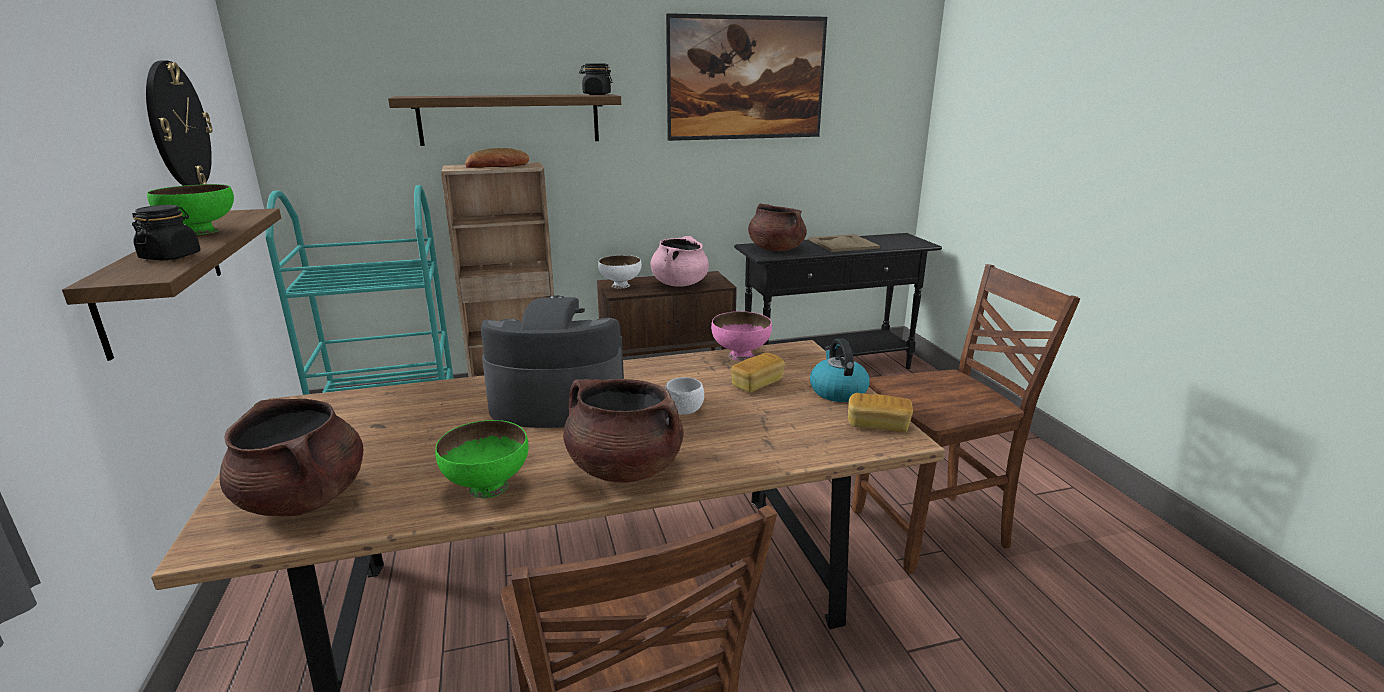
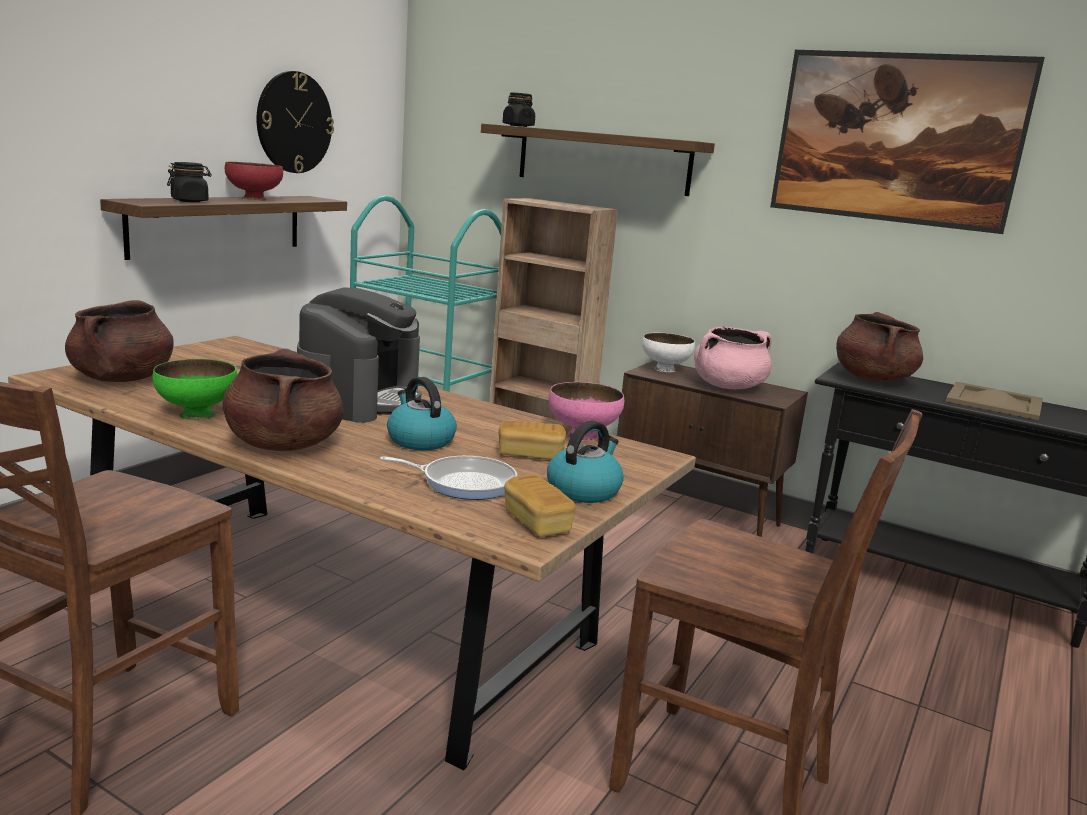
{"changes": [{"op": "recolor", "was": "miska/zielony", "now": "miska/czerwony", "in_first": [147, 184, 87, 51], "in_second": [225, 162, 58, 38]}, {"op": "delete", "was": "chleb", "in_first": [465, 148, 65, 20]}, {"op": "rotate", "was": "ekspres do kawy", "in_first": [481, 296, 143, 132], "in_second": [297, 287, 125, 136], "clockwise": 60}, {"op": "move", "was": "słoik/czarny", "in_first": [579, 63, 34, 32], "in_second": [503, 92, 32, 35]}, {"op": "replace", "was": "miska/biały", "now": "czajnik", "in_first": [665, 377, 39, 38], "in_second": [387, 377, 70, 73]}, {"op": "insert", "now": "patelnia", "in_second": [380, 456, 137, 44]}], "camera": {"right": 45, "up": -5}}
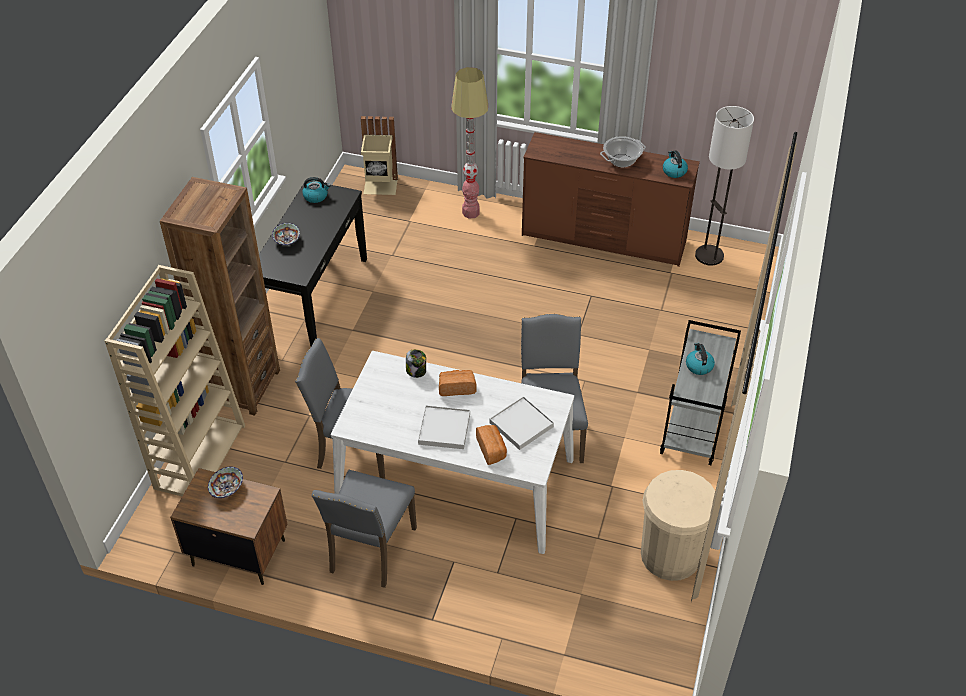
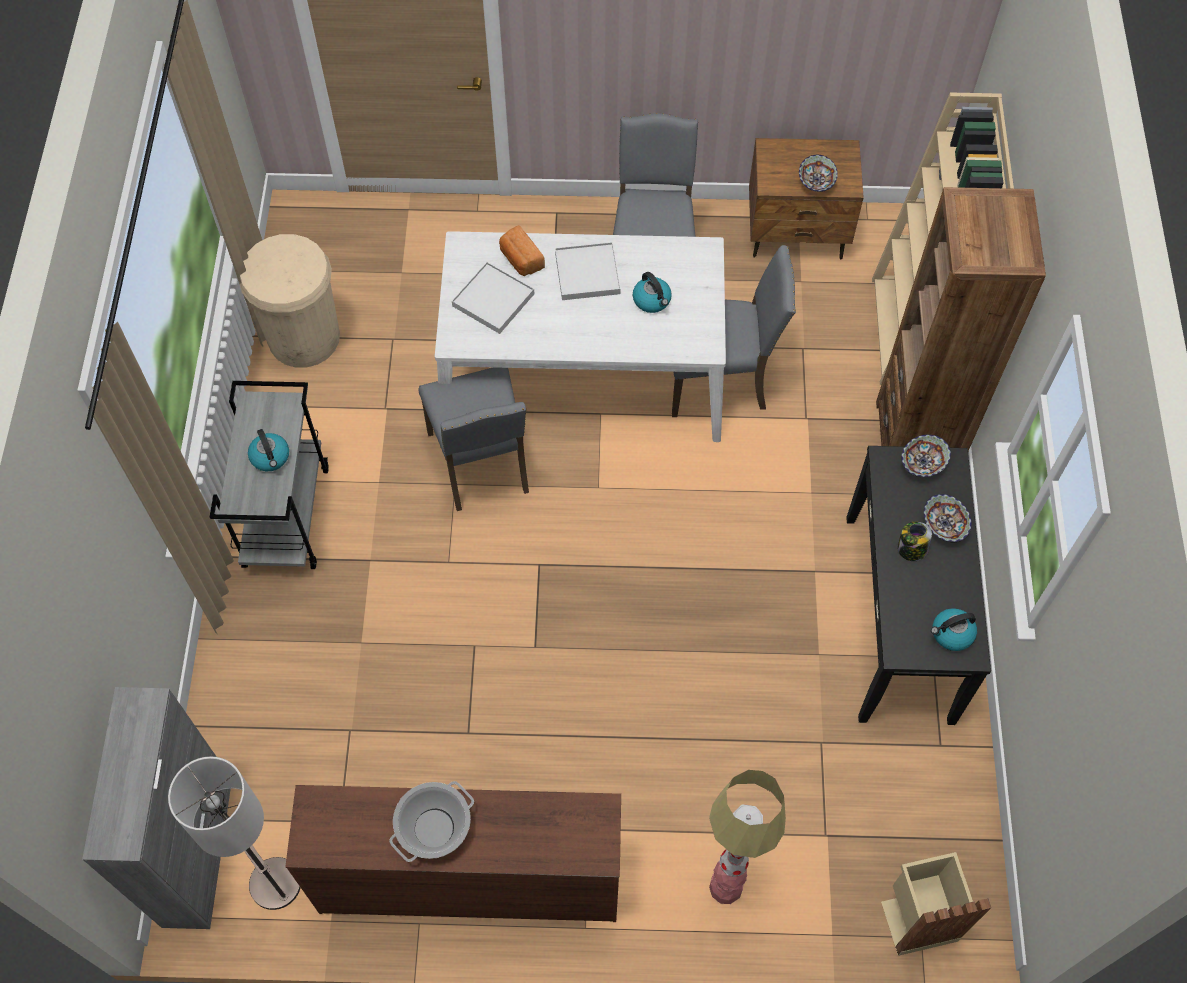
{"changes": [{"op": "move", "was": "słoik", "in_first": [406, 349, 20, 29], "in_second": [898, 522, 34, 39]}, {"op": "delete", "was": "chleb", "in_first": [439, 370, 37, 26]}, {"op": "move", "was": "czajnik", "in_first": [663, 150, 25, 28], "in_second": [633, 272, 39, 41]}, {"op": "insert", "now": "szafka/szary", "in_second": [82, 687, 149, 242]}, {"op": "insert", "now": "miska", "in_second": [901, 434, 50, 43]}], "camera": {"right": 165, "up": 15}}
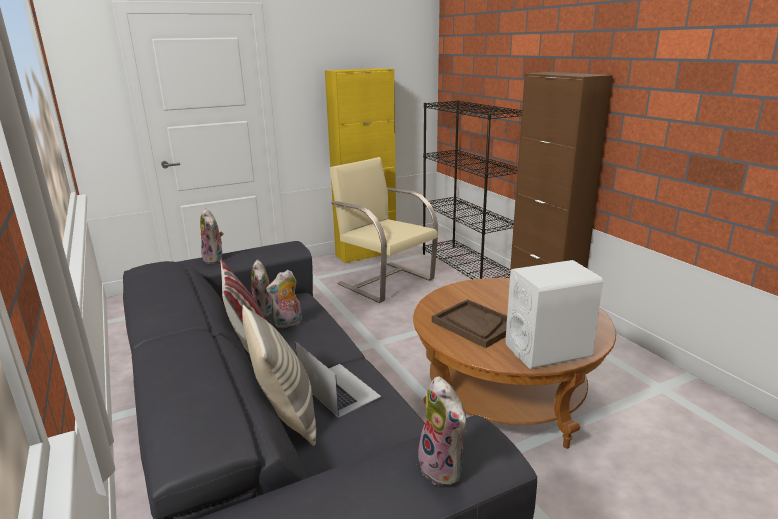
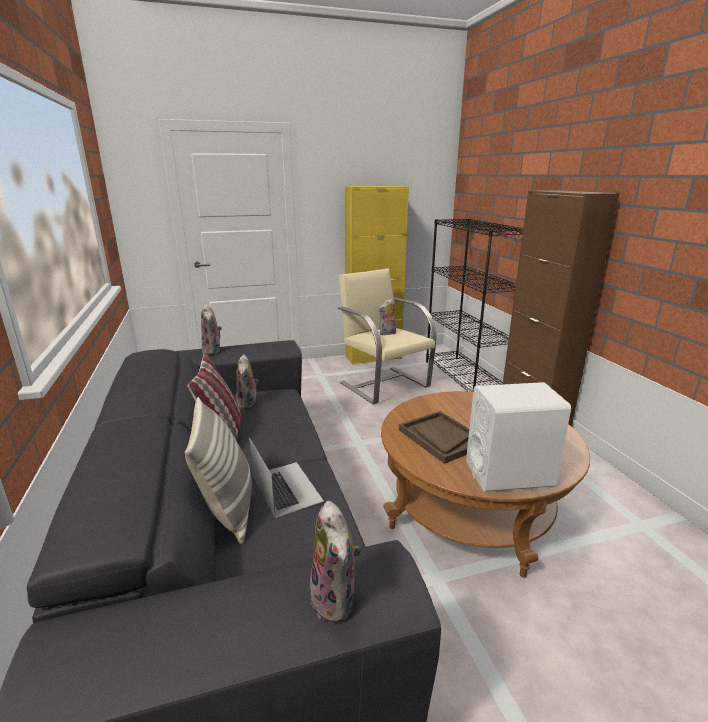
{"changes": [{"op": "move", "was": "pluszak", "in_first": [266, 270, 36, 58], "in_second": [378, 299, 18, 36]}], "camera": {"right": 10, "up": 0}}
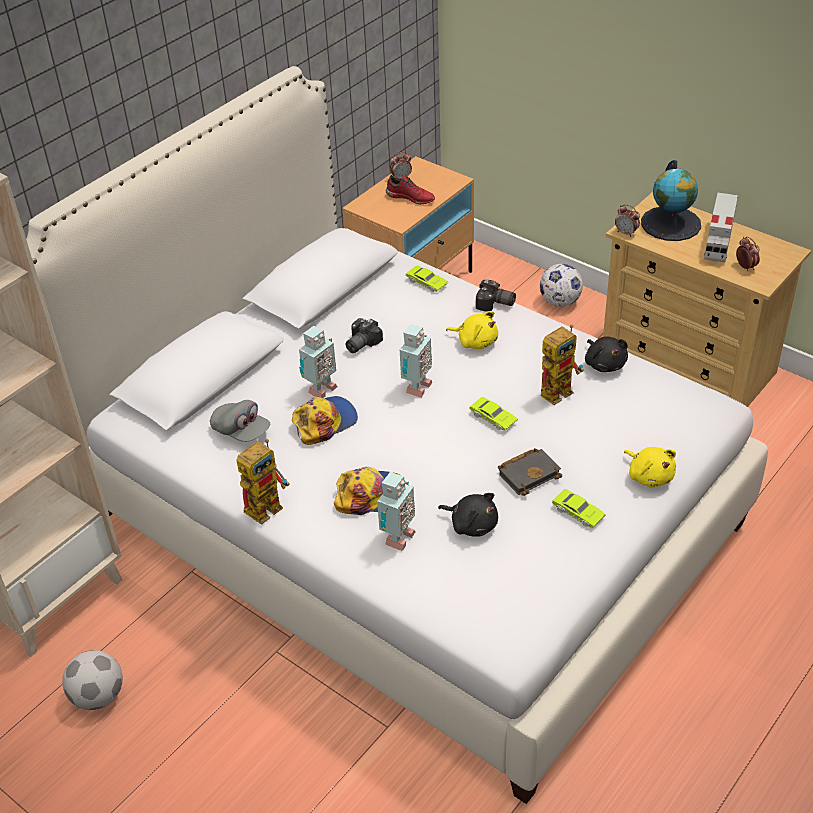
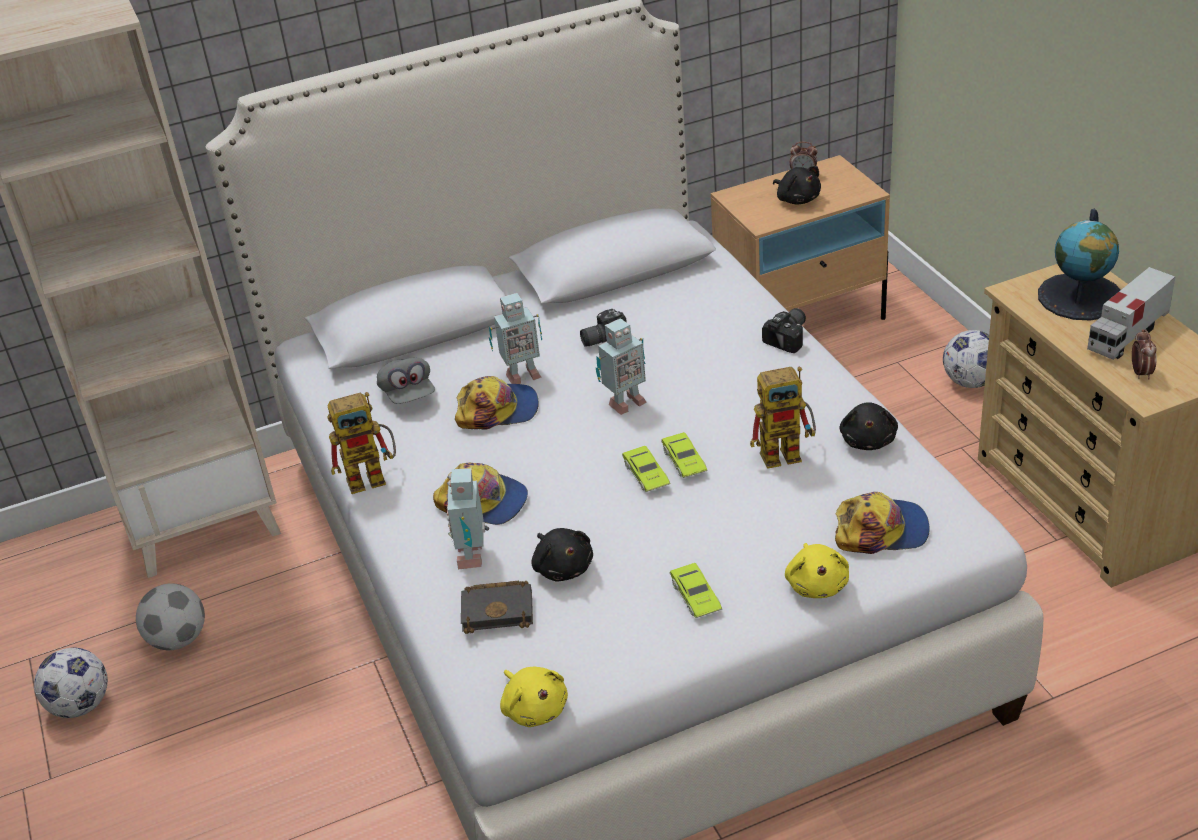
{"changes": [{"op": "rotate", "was": "robot zabawkowy", "in_first": [377, 472, 38, 79], "in_second": [446, 468, 43, 102], "clockwise": 120}, {"op": "replace", "was": "but/czerwony", "now": "pluszak/czarny", "in_first": [386, 175, 49, 30], "in_second": [773, 166, 48, 38]}, {"op": "move", "was": "samochodzik/zielony", "in_first": [406, 266, 42, 26], "in_second": [622, 446, 48, 46]}, {"op": "move", "was": "pluszak/żółty", "in_first": [446, 311, 52, 38], "in_second": [500, 667, 68, 60]}, {"op": "rotate", "was": "aparat fotograficzny", "in_first": [476, 279, 40, 32], "in_second": [762, 308, 44, 45], "clockwise": -105}, {"op": "move", "was": "książka/czarny", "in_first": [498, 448, 64, 48], "in_second": [461, 581, 72, 53]}, {"op": "delete", "was": "budzik", "in_first": [615, 204, 25, 33]}, {"op": "insert", "now": "piłka futbolowa", "in_second": [34, 647, 74, 71]}, {"op": "insert", "now": "czapka z daszkiem", "in_second": [835, 492, 95, 62]}], "camera": {"right": 30, "up": -5}}
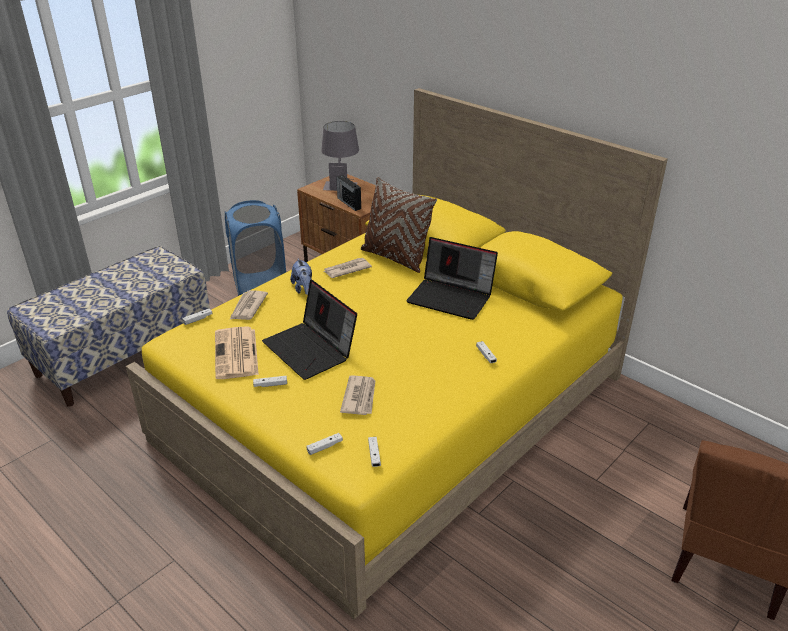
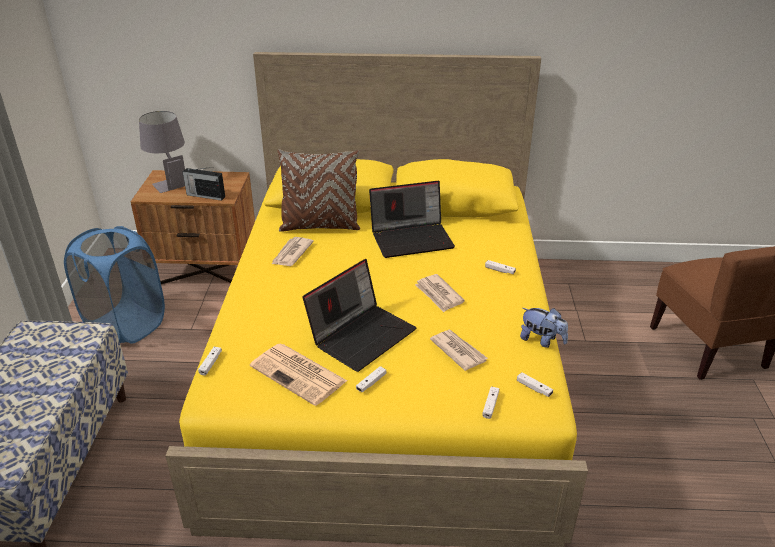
{"changes": [{"op": "move", "was": "gazeta", "in_first": [230, 290, 38, 30], "in_second": [415, 274, 50, 38]}, {"op": "rotate", "was": "laptop", "in_first": [262, 280, 95, 100], "in_second": [303, 259, 113, 113], "clockwise": -60}, {"op": "move", "was": "pluszak", "in_first": [290, 258, 22, 37], "in_second": [520, 308, 48, 40]}], "camera": {"right": -40, "up": 0}}
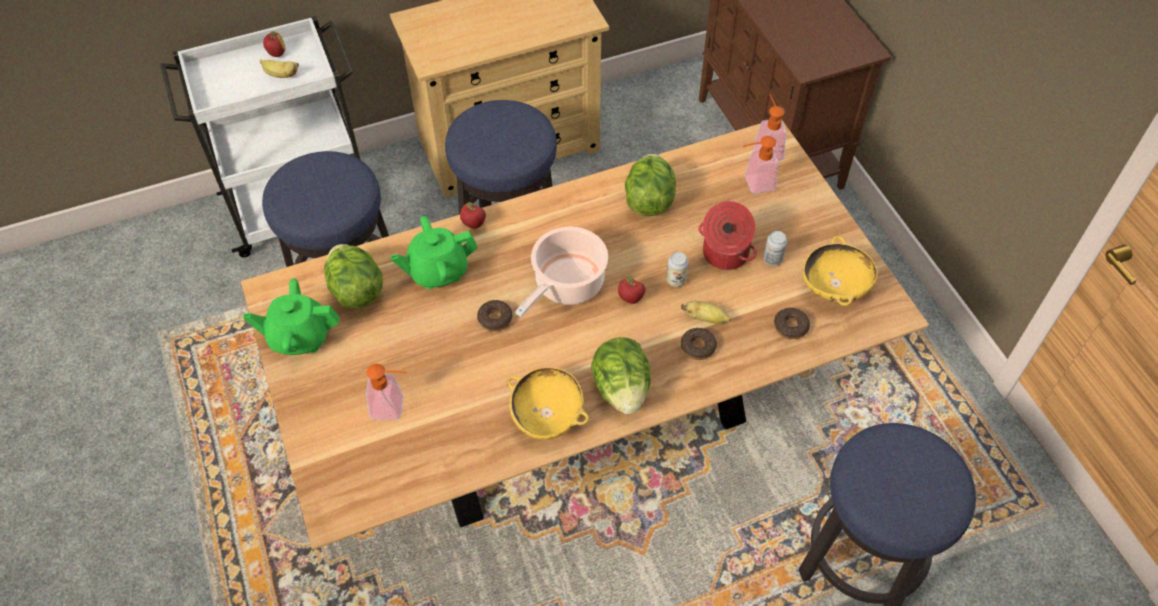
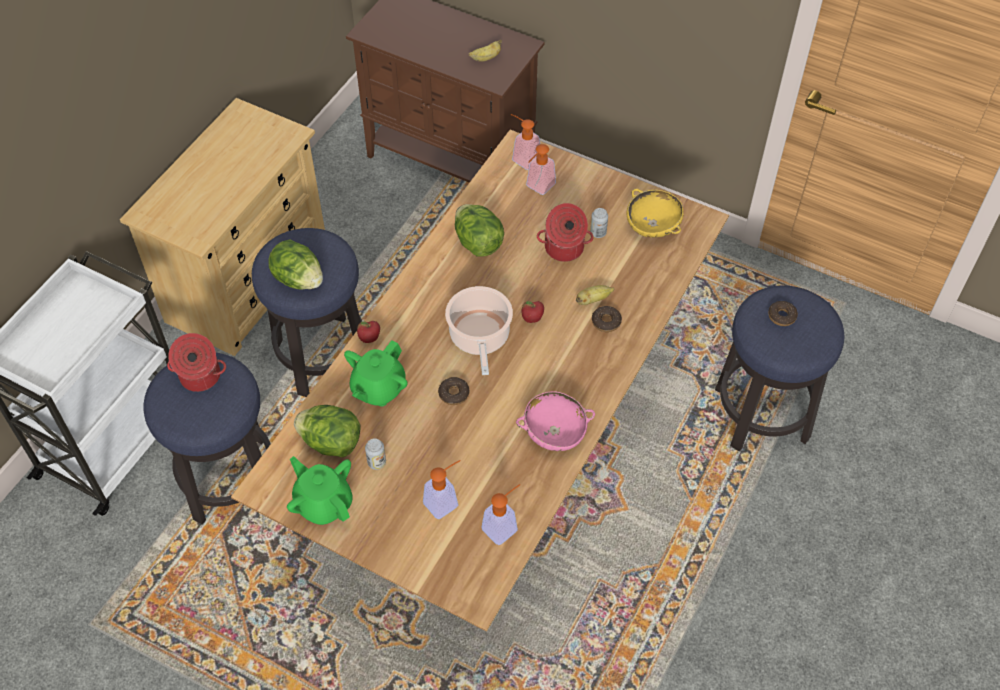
{"changes": [{"op": "rotate", "was": "imbryk/zielony", "in_first": [243, 278, 96, 77], "in_second": [287, 456, 66, 69], "clockwise": 90}, {"op": "move", "was": "banan", "in_first": [260, 60, 39, 18], "in_second": [469, 39, 33, 23]}, {"op": "delete", "was": "jabłko", "in_first": [263, 31, 22, 26]}, {"op": "recolor", "was": "miska/żółty", "now": "miska/różowy", "in_first": [507, 367, 82, 73], "in_second": [516, 391, 79, 60]}, {"op": "move", "was": "sałata", "in_first": [591, 337, 59, 77], "in_second": [269, 240, 54, 50]}, {"op": "move", "was": "puszka", "in_first": [666, 252, 22, 35], "in_second": [365, 438, 21, 32]}, {"op": "move", "was": "donut", "in_first": [774, 308, 36, 31], "in_second": [768, 301, 30, 25]}, {"op": "insert", "now": "garnek", "in_second": [167, 333, 59, 59]}, {"op": "insert", "now": "dozownik mydła", "in_second": [481, 484, 39, 61]}], "camera": {"right": -40, "up": 0}}
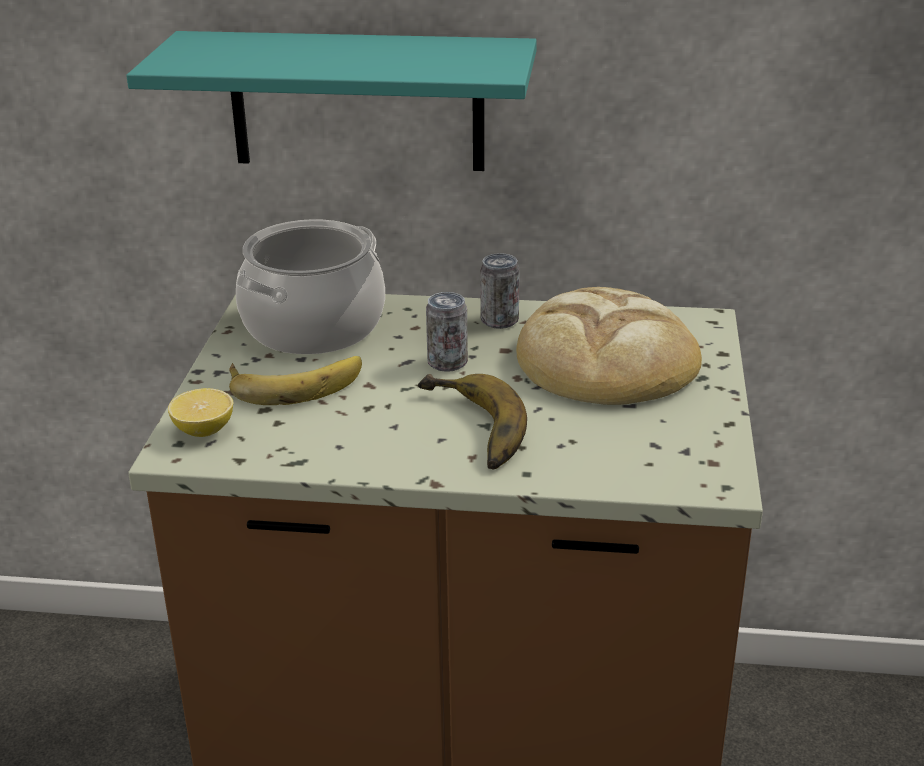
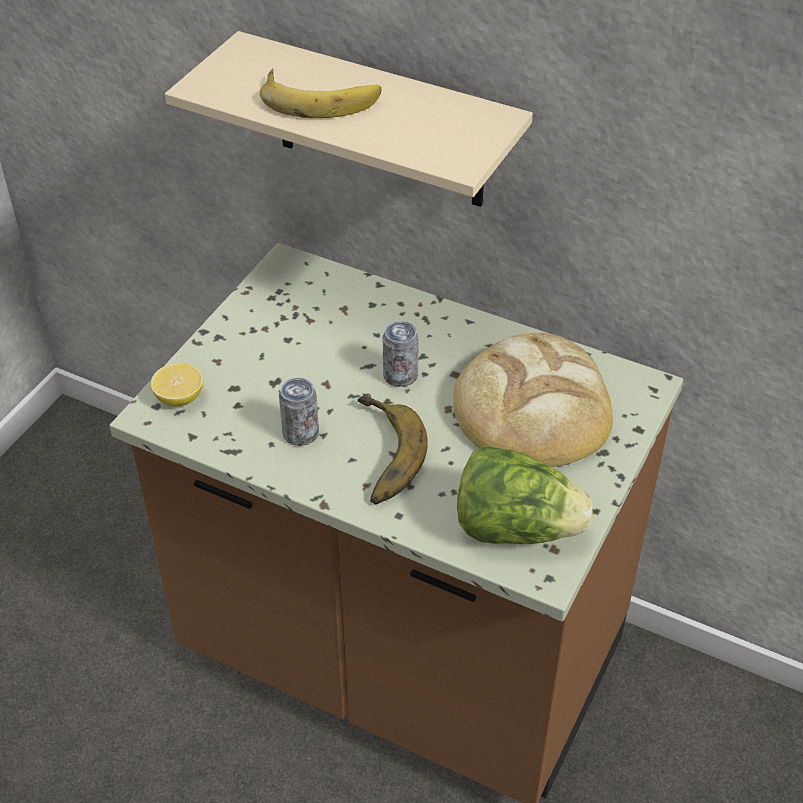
{"changes": [{"op": "recolor", "was": "półka/turkusowy", "now": "półka/beżowy", "in_first": [127, 31, 410, 140], "in_second": [165, 31, 368, 176]}, {"op": "move", "was": "banan", "in_first": [229, 356, 133, 49], "in_second": [260, 69, 121, 49]}, {"op": "delete", "was": "garnek", "in_first": [236, 219, 149, 136]}, {"op": "move", "was": "puszka", "in_first": [480, 253, 40, 76], "in_second": [279, 378, 40, 68]}, {"op": "insert", "now": "sałata", "in_second": [457, 445, 136, 99]}], "camera": {"right": 20, "up": 15}}
